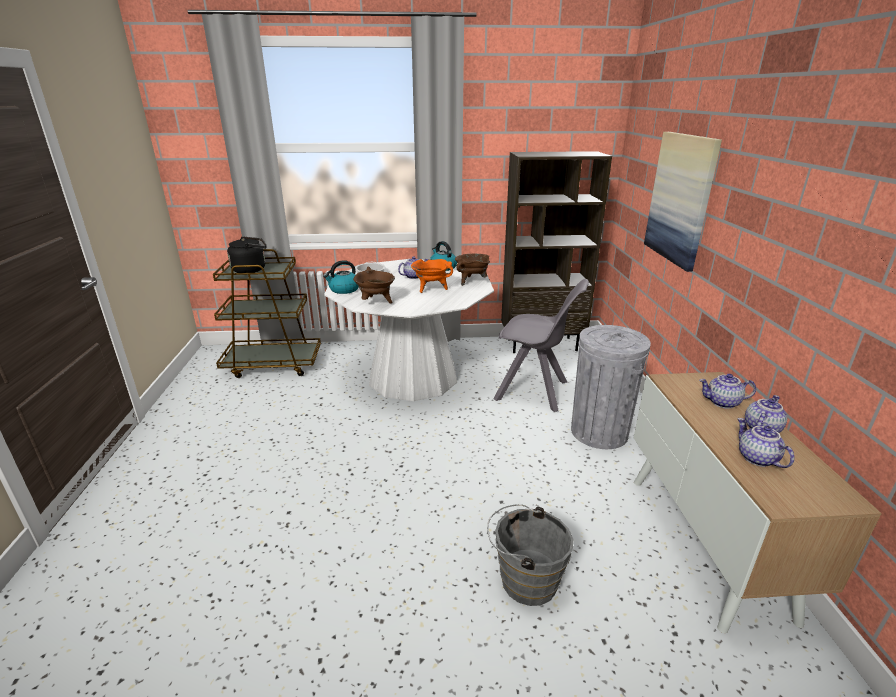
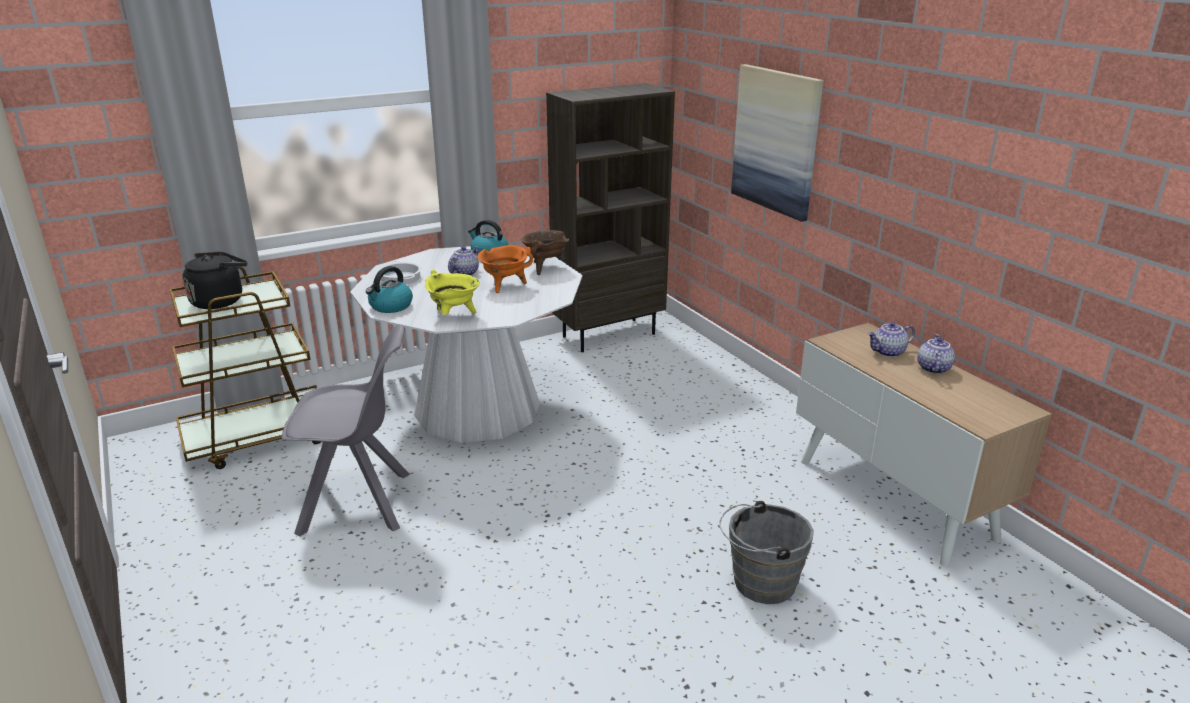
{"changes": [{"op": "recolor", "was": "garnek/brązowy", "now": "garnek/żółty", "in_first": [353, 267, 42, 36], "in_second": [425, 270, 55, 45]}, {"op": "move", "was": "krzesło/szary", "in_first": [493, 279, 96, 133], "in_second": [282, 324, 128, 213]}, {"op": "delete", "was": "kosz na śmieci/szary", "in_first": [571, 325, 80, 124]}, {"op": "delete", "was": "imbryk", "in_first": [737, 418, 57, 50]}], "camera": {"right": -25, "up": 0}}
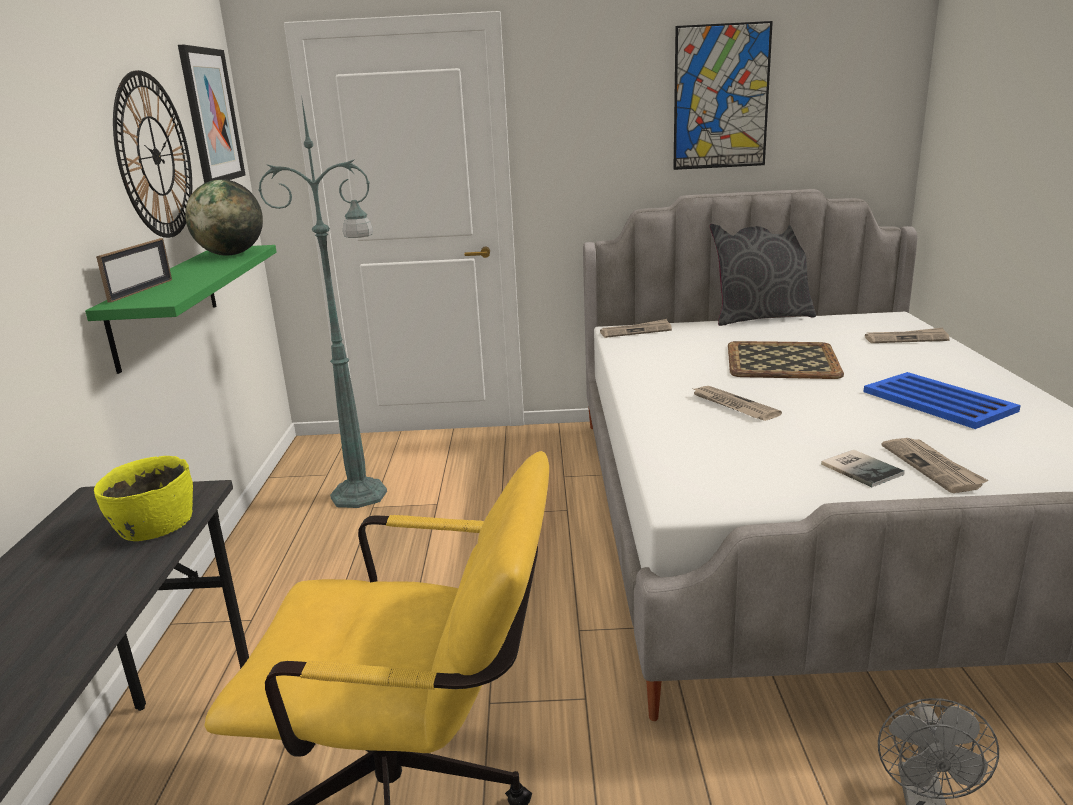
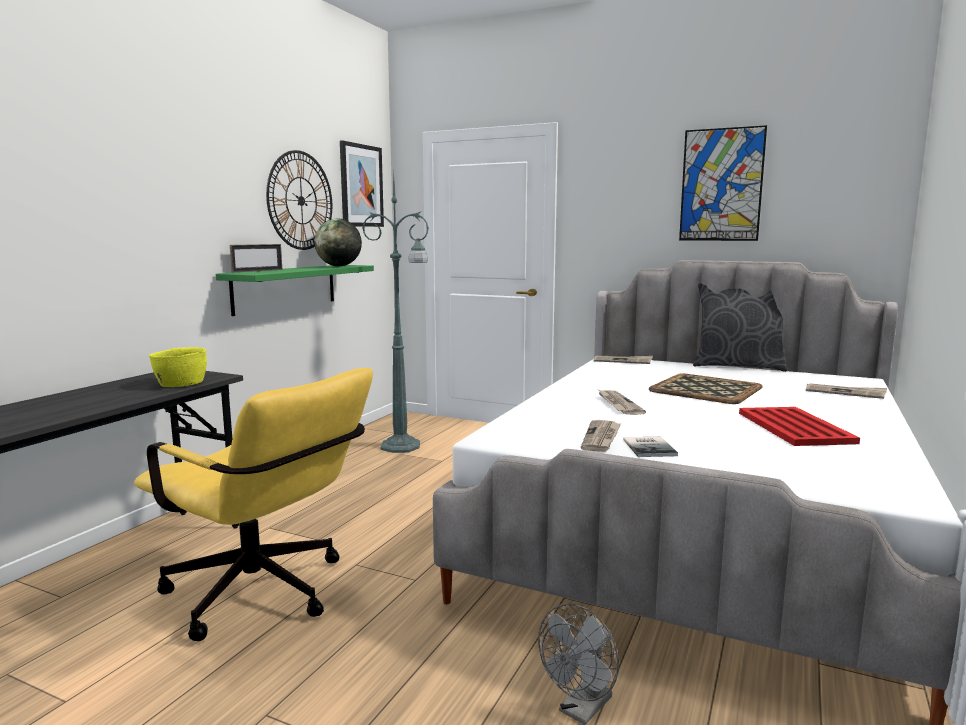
{"changes": [{"op": "recolor", "was": "taca/niebieski", "now": "taca/czerwony", "in_first": [863, 372, 158, 57], "in_second": [739, 407, 121, 39]}, {"op": "move", "was": "gazeta", "in_first": [882, 438, 106, 55], "in_second": [581, 420, 40, 32]}], "camera": {"right": 25, "up": -10}}
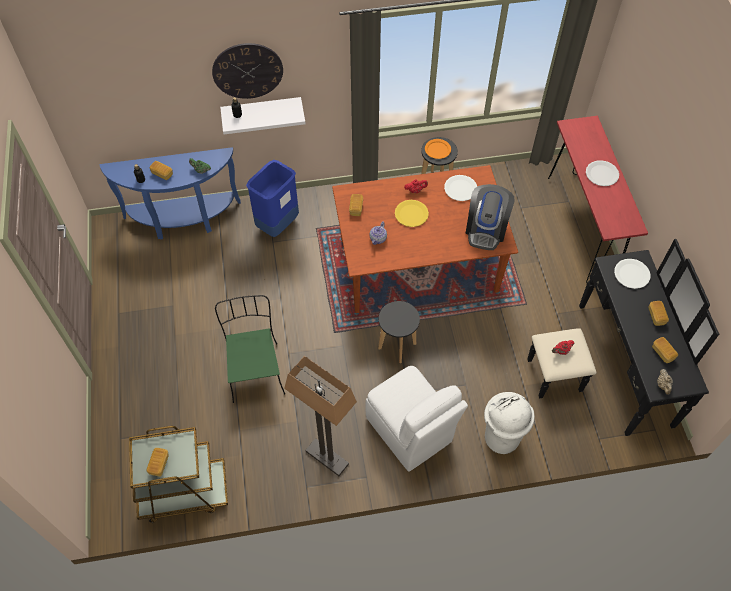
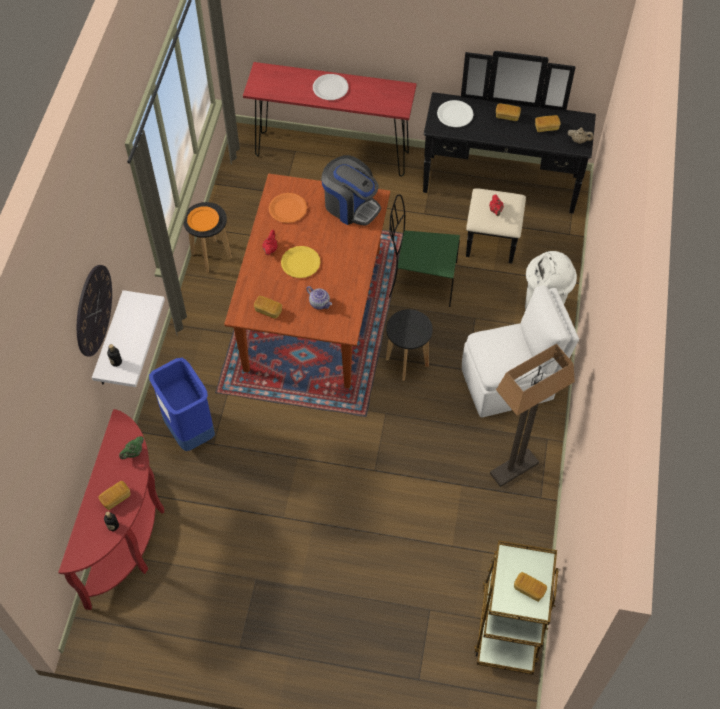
{"changes": [{"op": "recolor", "was": "stolik konsolowy/niebieski", "now": "stolik konsolowy/czerwony", "in_first": [100, 147, 141, 92], "in_second": [58, 409, 106, 201]}, {"op": "move", "was": "krzesło/zielony", "in_first": [215, 295, 70, 108], "in_second": [389, 194, 71, 113]}, {"op": "recolor", "was": "talerz/biały", "now": "talerz/pomarańczowy", "in_first": [444, 175, 33, 26], "in_second": [269, 193, 38, 30]}], "camera": {"right": -70, "up": 0}}
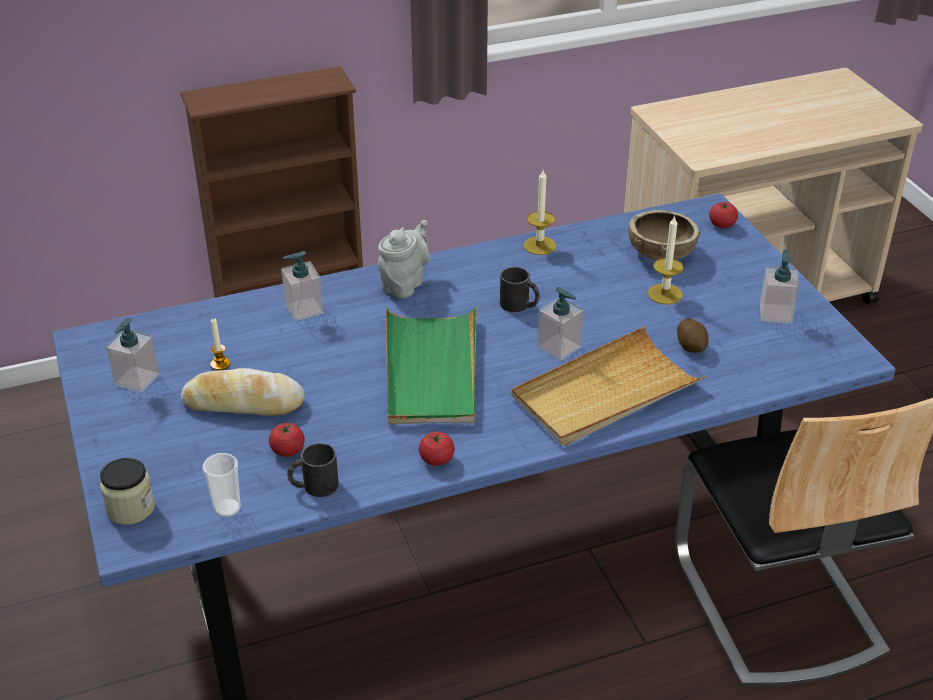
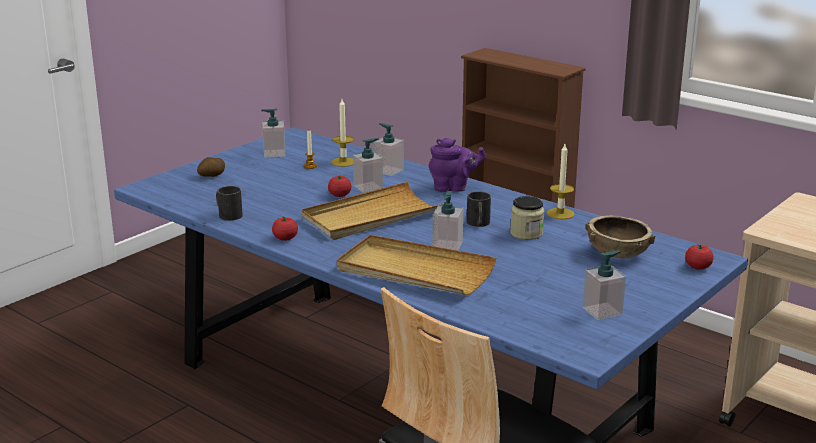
{"changes": [{"op": "move", "was": "słoik", "in_first": [100, 458, 55, 67], "in_second": [510, 196, 34, 44]}, {"op": "delete", "was": "chleb", "in_first": [181, 368, 124, 48]}, {"op": "delete", "was": "filiżanka", "in_first": [203, 453, 38, 64]}, {"op": "move", "was": "pomidor", "in_first": [269, 422, 36, 35], "in_second": [328, 175, 24, 22]}, {"op": "recolor", "was": "imbryk/szary", "now": "imbryk/fioletowy", "in_first": [378, 220, 52, 78], "in_second": [429, 138, 57, 54]}, {"op": "recolor", "was": "taca/zielony", "now": "taca/beżowy", "in_first": [385, 306, 92, 118], "in_second": [302, 182, 142, 58]}, {"op": "move", "was": "świeca", "in_first": [648, 215, 35, 90], "in_second": [331, 99, 23, 68]}, {"op": "move", "was": "ziemniak", "in_first": [677, 318, 32, 35], "in_second": [197, 157, 28, 20]}, {"op": "insert", "now": "dozownik mydła", "in_second": [353, 138, 30, 55]}], "camera": {"right": 60, "up": -15}}
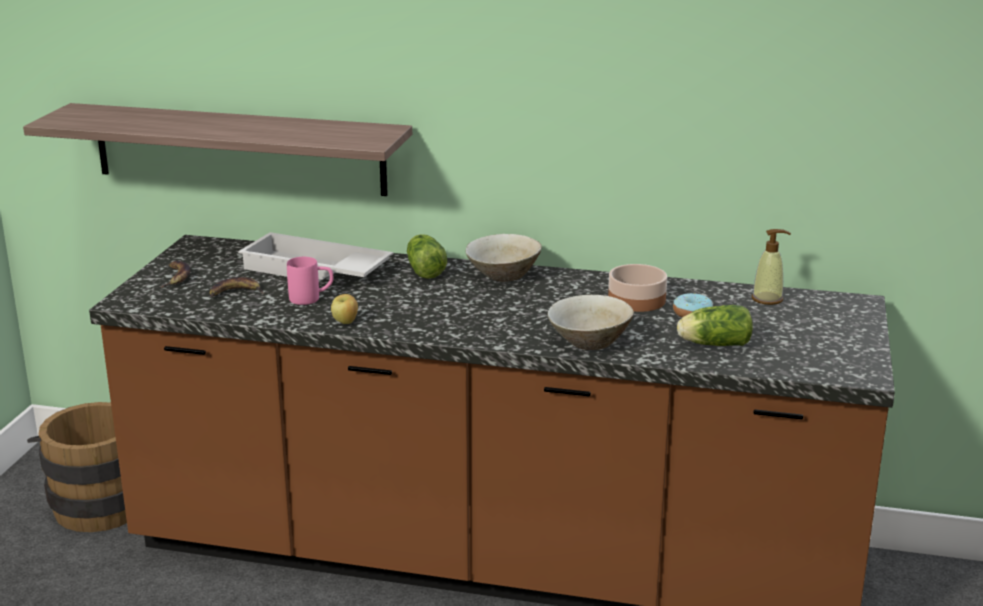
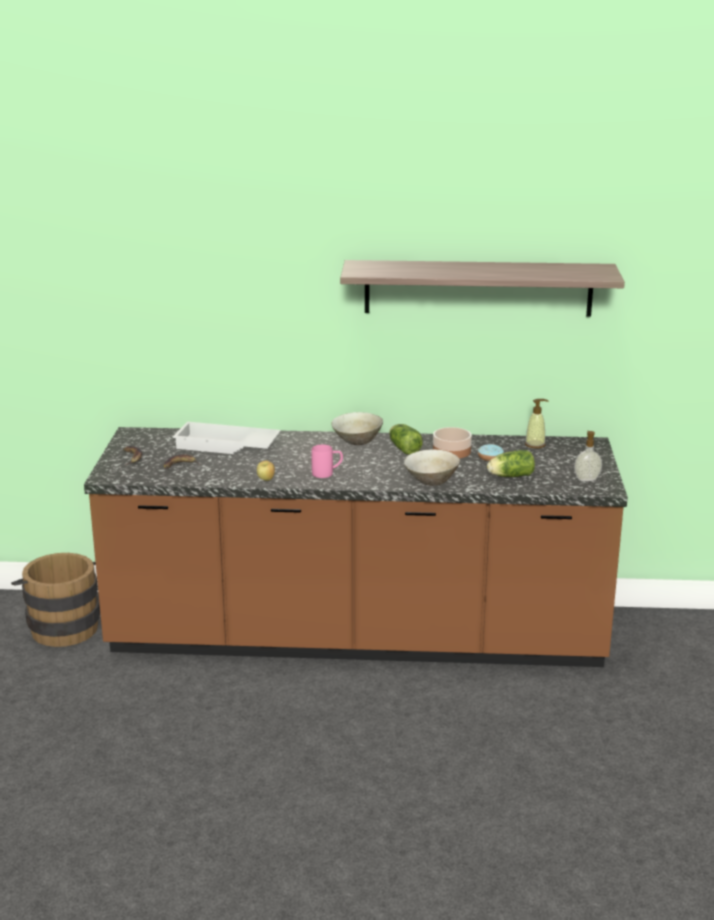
{"changes": [{"op": "move", "was": "półka", "in_first": [23, 103, 389, 93], "in_second": [340, 260, 285, 57]}, {"op": "move", "was": "kubek/różowy", "in_first": [287, 257, 46, 48], "in_second": [312, 445, 31, 33]}, {"op": "move", "was": "sałata", "in_first": [407, 234, 40, 45], "in_second": [389, 424, 34, 31]}, {"op": "insert", "now": "dozownik mydła", "in_second": [574, 431, 28, 50]}], "camera": {"right": -10, "up": 0}}
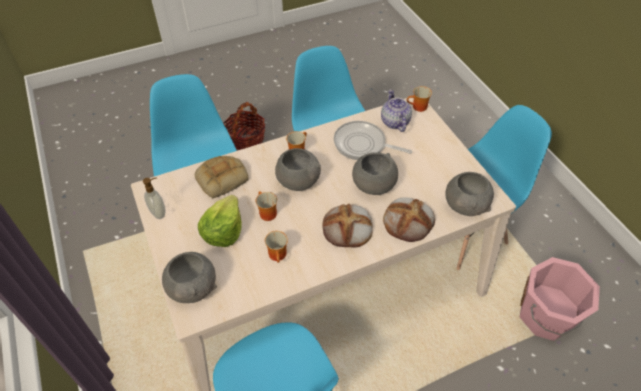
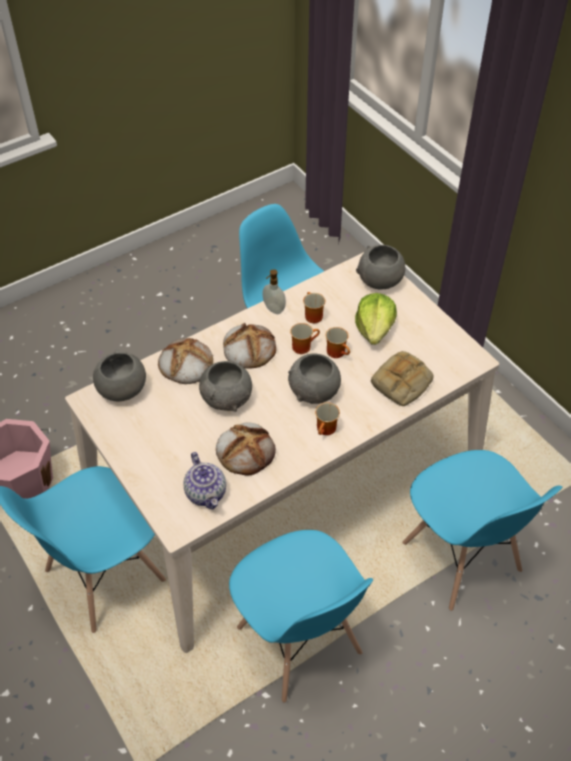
{"changes": [{"op": "move", "was": "dozownik mydła", "in_first": [143, 178, 22, 41], "in_second": [263, 269, 23, 45]}, {"op": "delete", "was": "koszyk", "in_first": [223, 102, 42, 48]}, {"op": "replace", "was": "patelnia", "now": "chleb", "in_first": [334, 121, 78, 39], "in_second": [216, 423, 60, 53]}, {"op": "move", "was": "kubek", "in_first": [407, 86, 25, 26], "in_second": [290, 323, 30, 31]}], "camera": {"right": 170, "up": 0}}
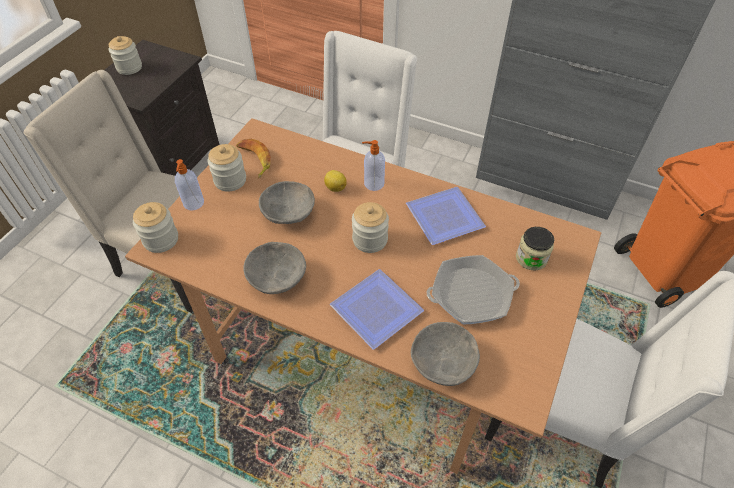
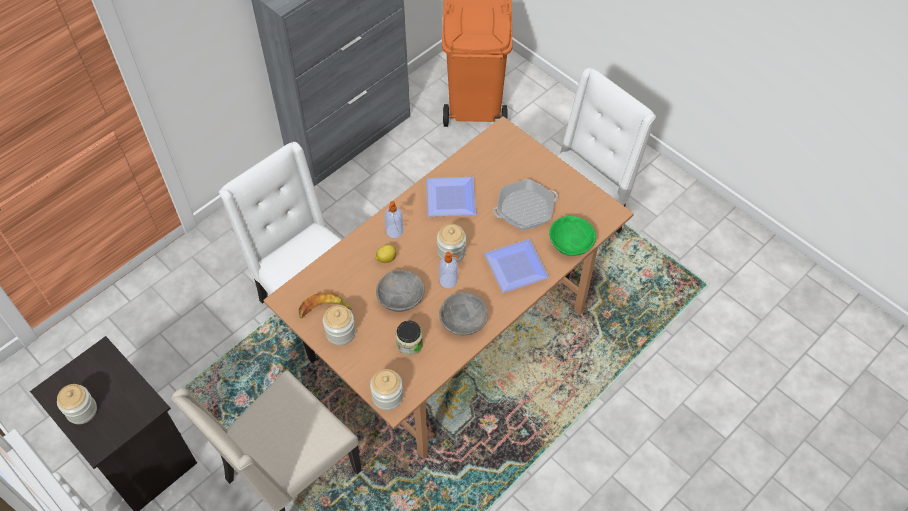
{"changes": [{"op": "move", "was": "dozownik mydła", "in_first": [175, 159, 29, 52], "in_second": [439, 252, 19, 36]}, {"op": "recolor", "was": "miska/szary", "now": "miska/zielony", "in_first": [411, 322, 69, 64], "in_second": [549, 216, 47, 40]}, {"op": "rotate", "was": "patelnia", "in_first": [427, 255, 93, 69], "in_second": [493, 179, 65, 51], "clockwise": -120}, {"op": "move", "was": "słoik", "in_first": [516, 227, 38, 43], "in_second": [396, 320, 27, 36]}], "camera": {"right": -70, "up": 5}}
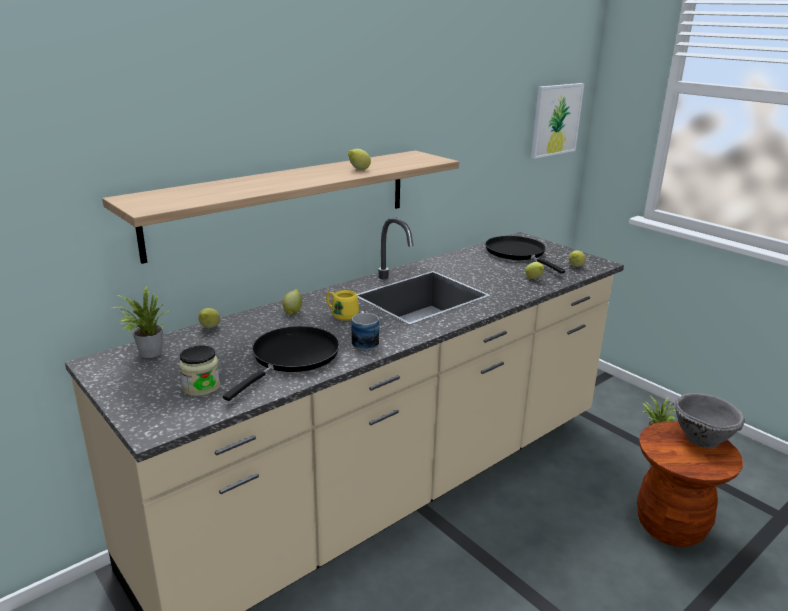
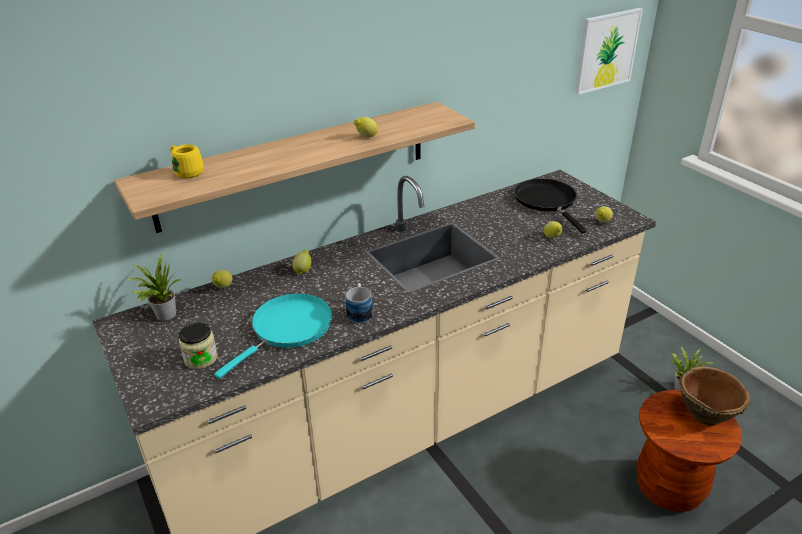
{"changes": [{"op": "recolor", "was": "patelnia/czarny", "now": "patelnia/turkusowy", "in_first": [223, 326, 116, 75], "in_second": [214, 293, 119, 86]}, {"op": "move", "was": "kubek/żółty", "in_first": [326, 290, 33, 31], "in_second": [171, 144, 33, 35]}, {"op": "recolor", "was": "miska/szary", "now": "miska/brązowy", "in_first": [673, 393, 72, 56], "in_second": [679, 366, 71, 60]}], "camera": {"right": 10, "up": 10}}
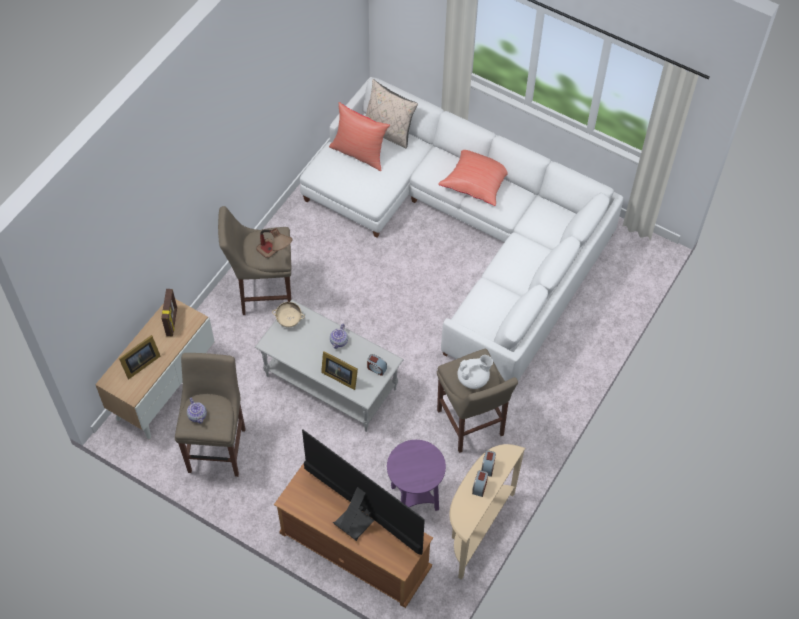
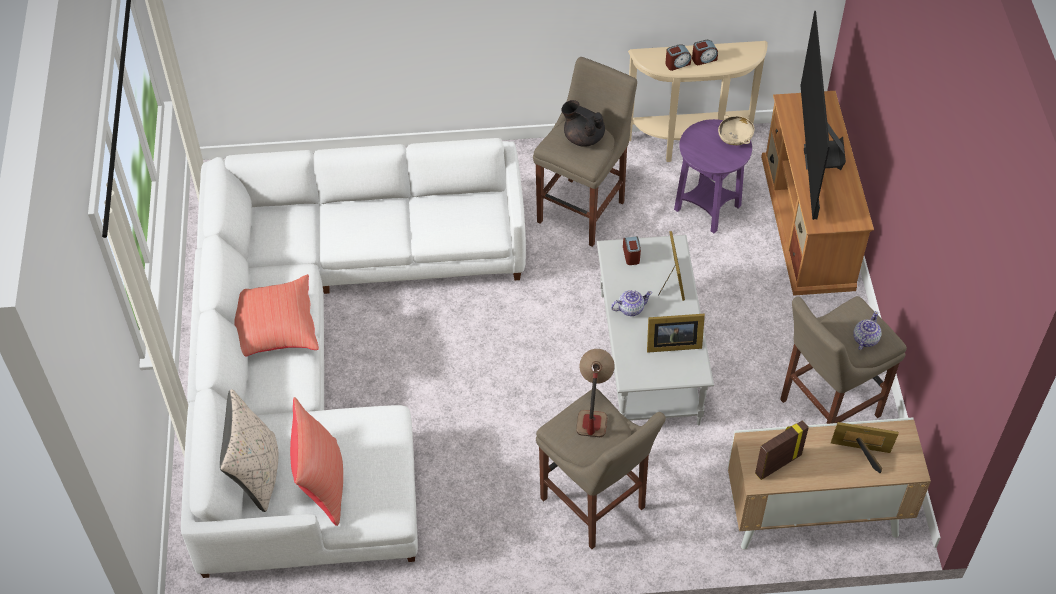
{"changes": [{"op": "move", "was": "miska/beżowy", "in_first": [272, 302, 33, 25], "in_second": [718, 114, 36, 31]}, {"op": "recolor", "was": "imbryk/biały", "now": "imbryk/czarny", "in_first": [458, 355, 35, 34], "in_second": [561, 100, 44, 47]}, {"op": "insert", "now": "ramka na zdjęcie", "in_second": [647, 314, 58, 39]}], "camera": {"right": -125, "up": -5}}
